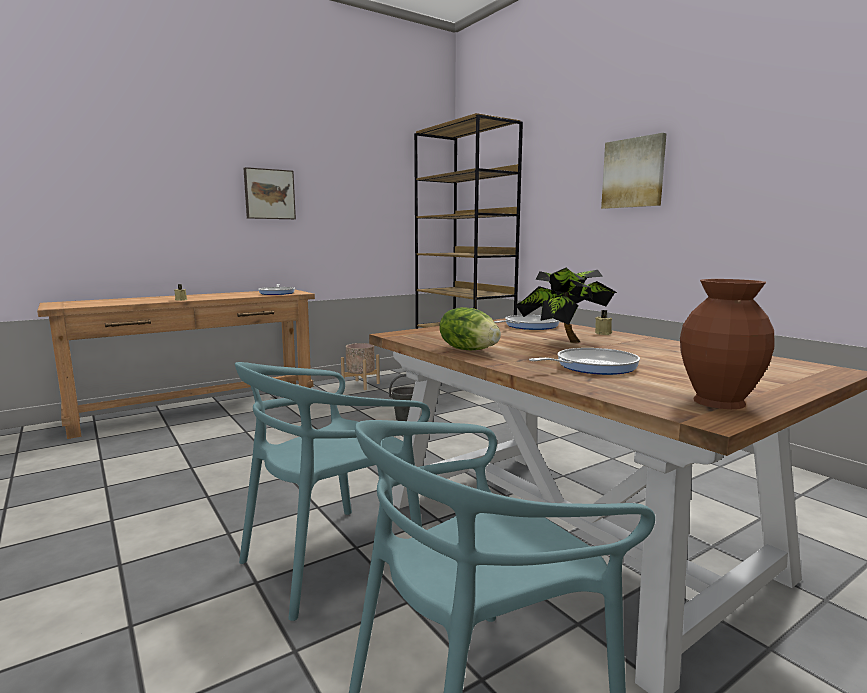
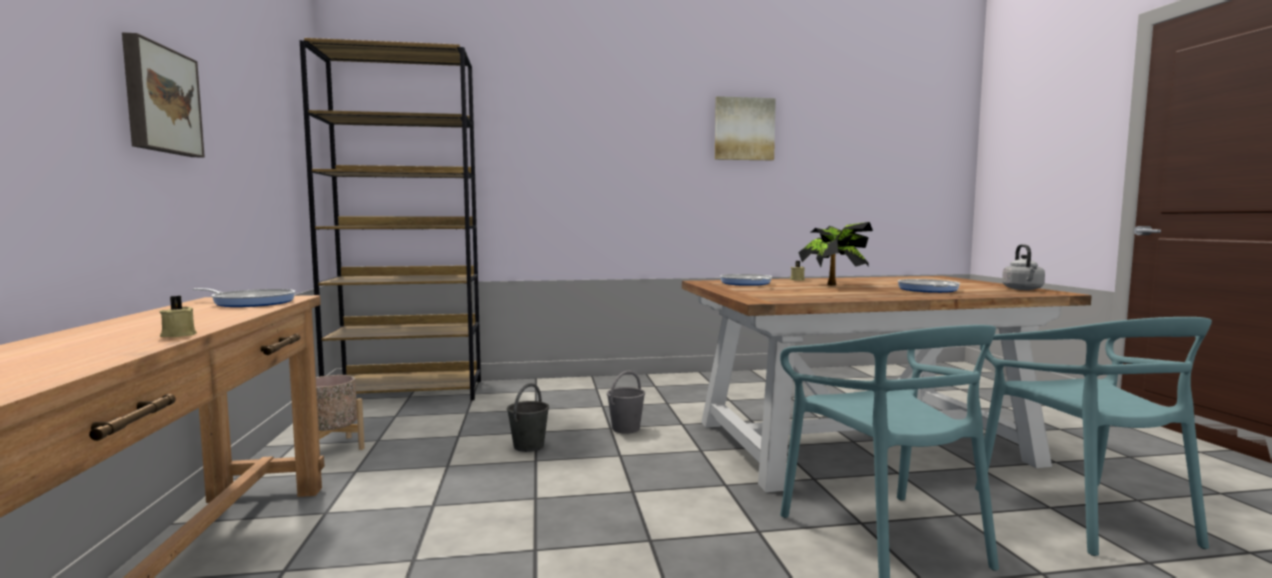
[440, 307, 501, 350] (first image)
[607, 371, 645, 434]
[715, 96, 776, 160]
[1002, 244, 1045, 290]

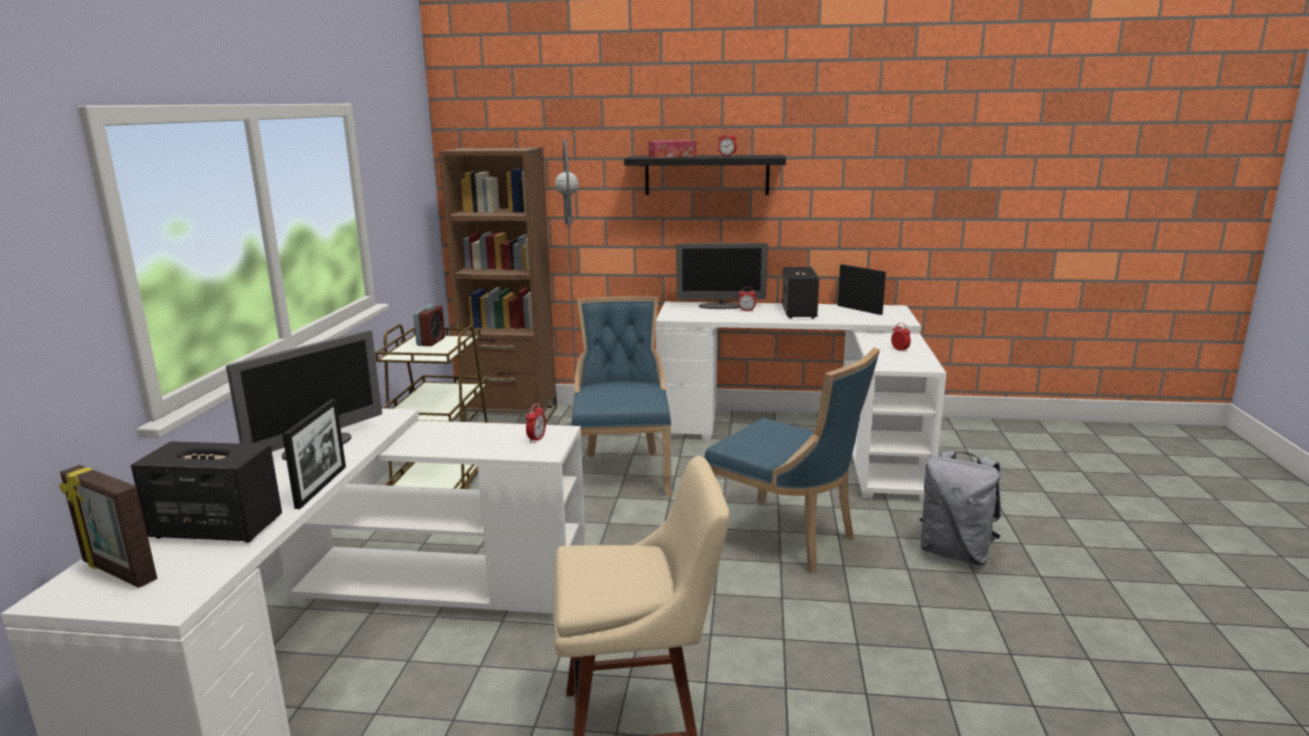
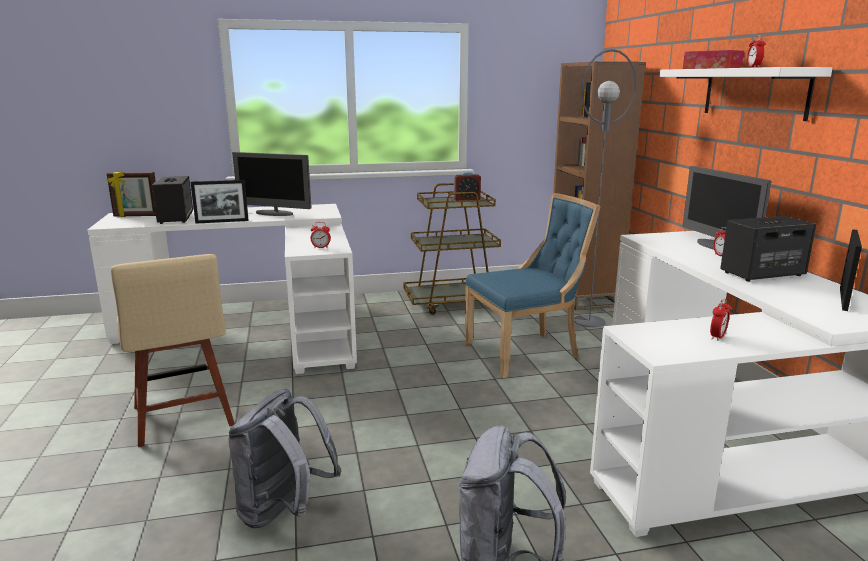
[705, 348, 880, 573] (first image)
[229, 389, 341, 528]
[660, 67, 833, 121]
[107, 171, 156, 217]

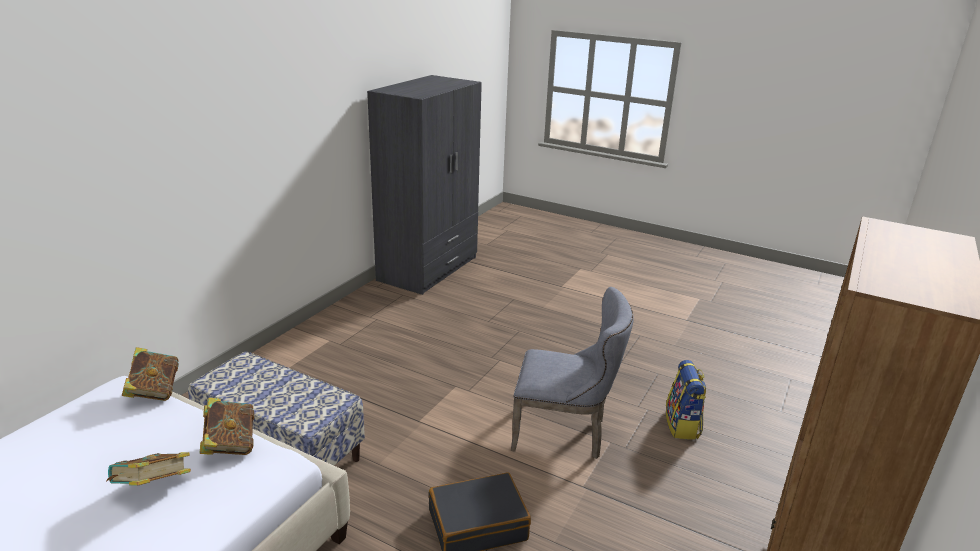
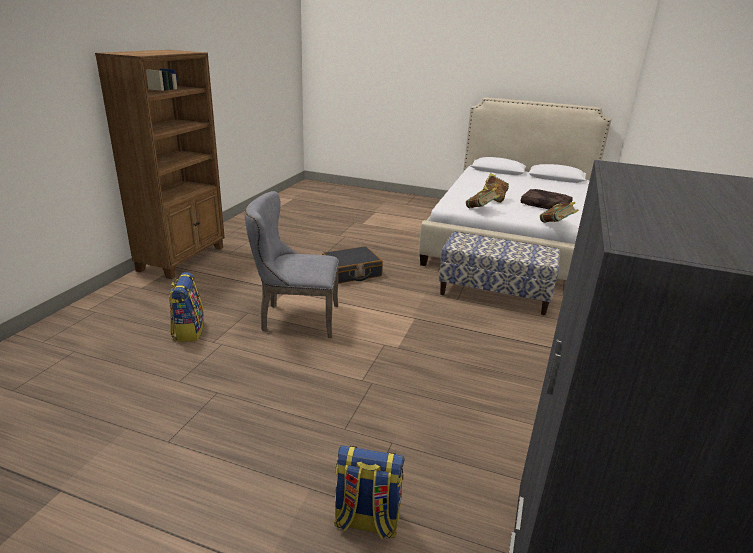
[334, 445, 405, 539]
[521, 189, 573, 209]

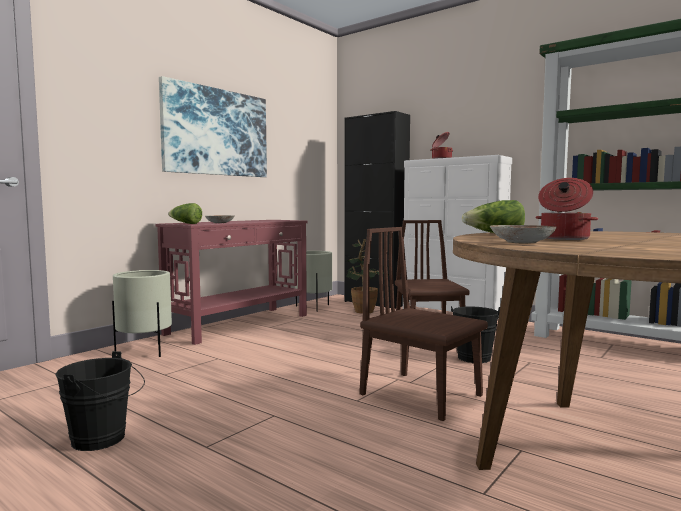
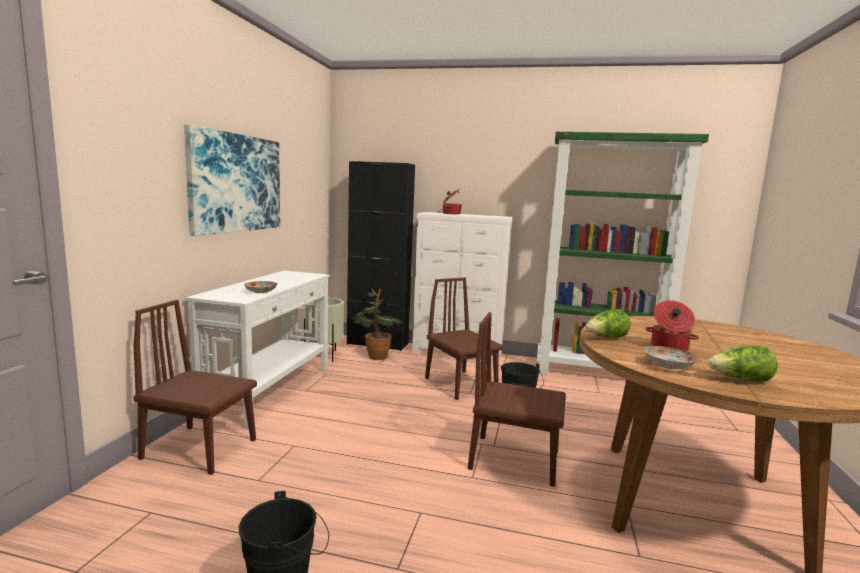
[707, 345, 778, 382]
[133, 300, 257, 475]
[186, 271, 329, 429]

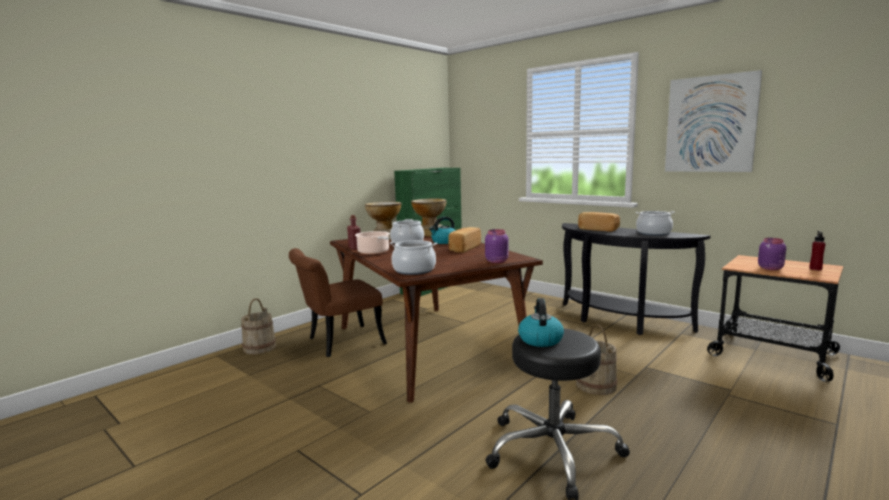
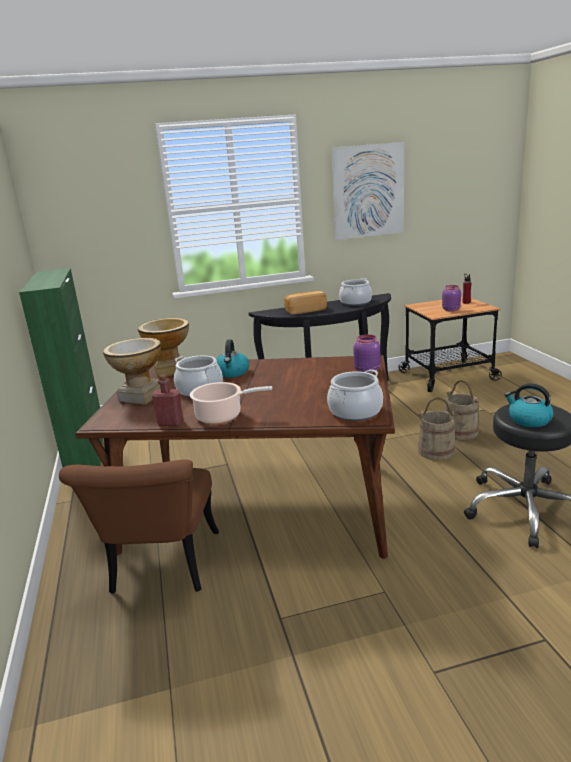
[448, 227, 481, 253] (first image)
[445, 380, 479, 440]

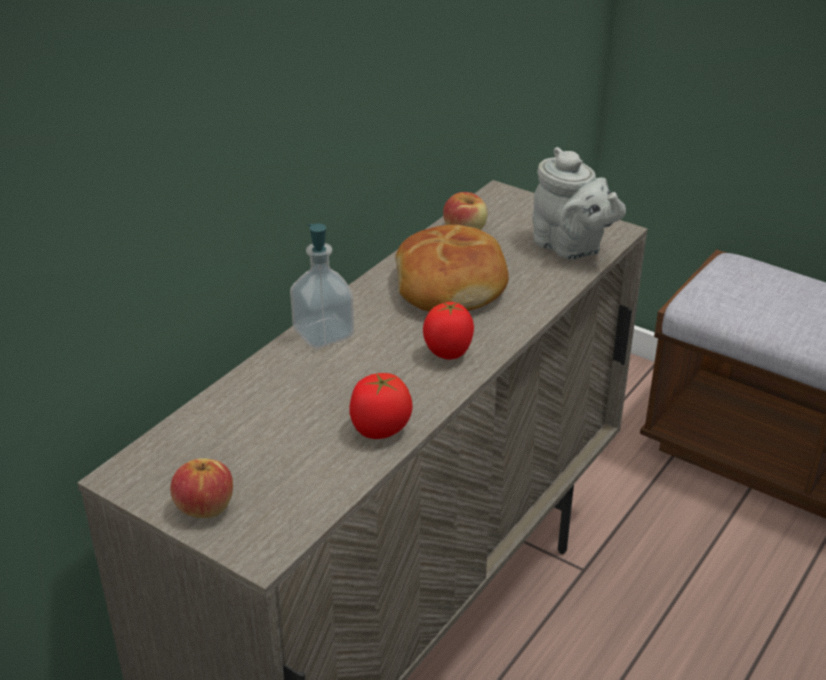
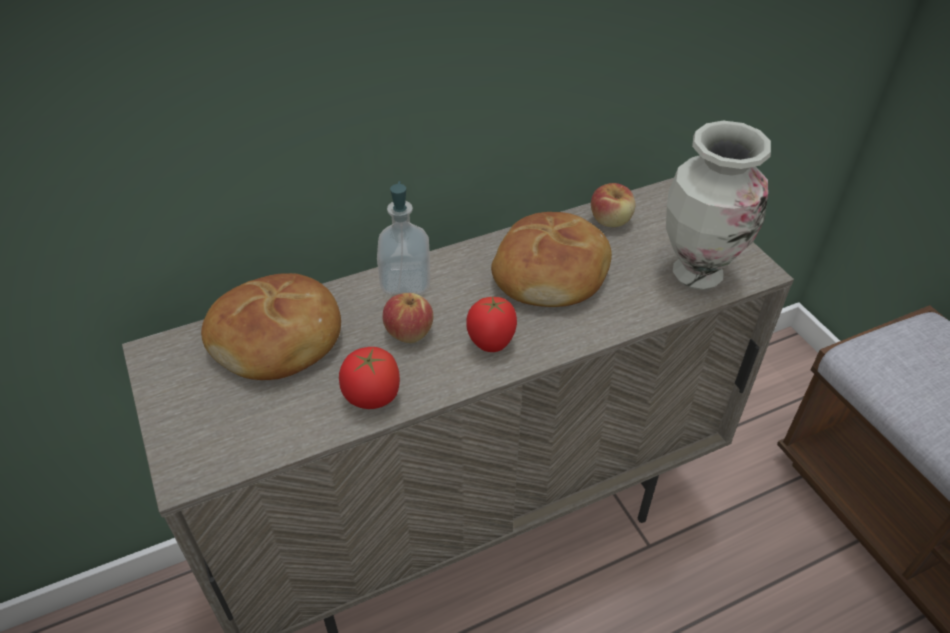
[201, 273, 341, 380]
[382, 293, 434, 343]
[666, 121, 771, 290]

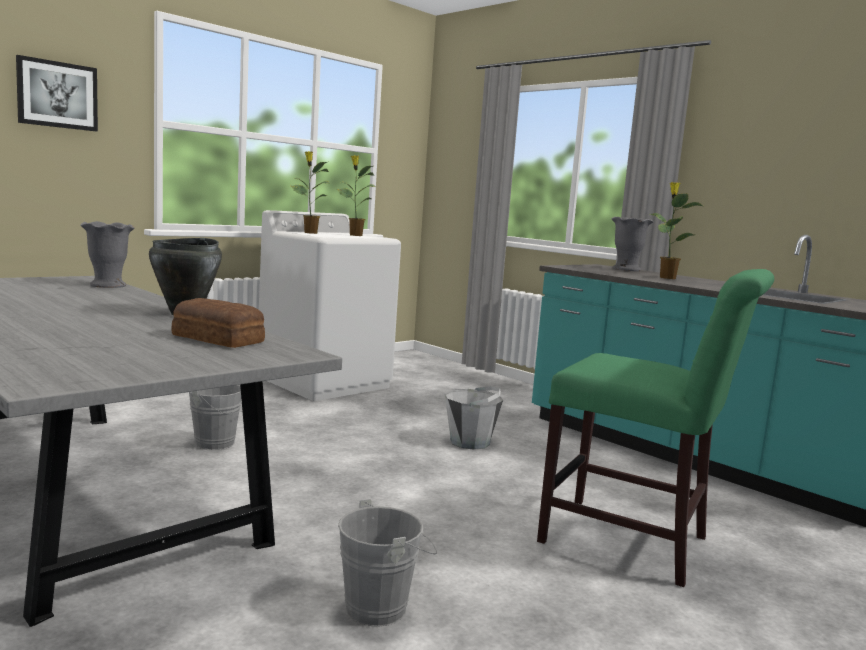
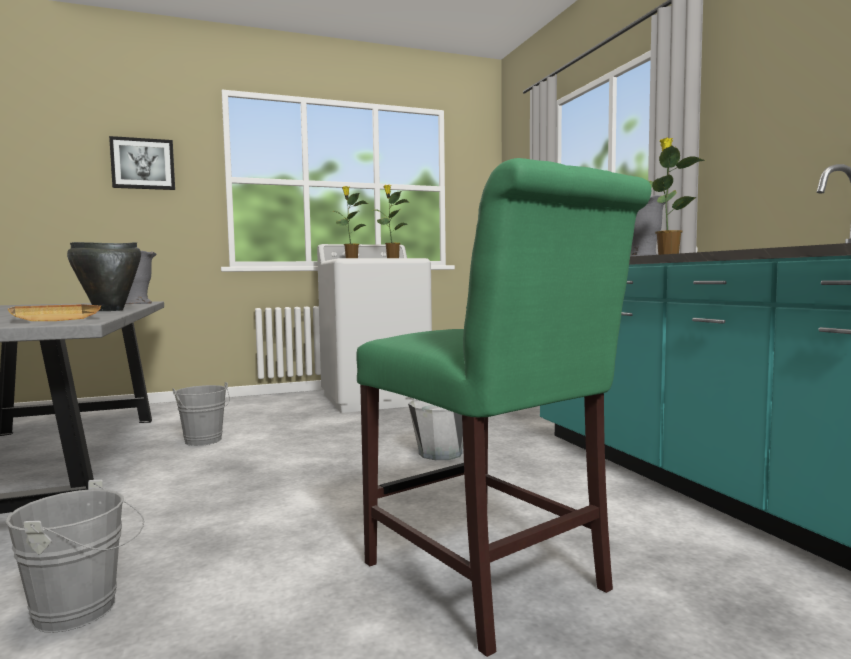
[8, 304, 101, 321]

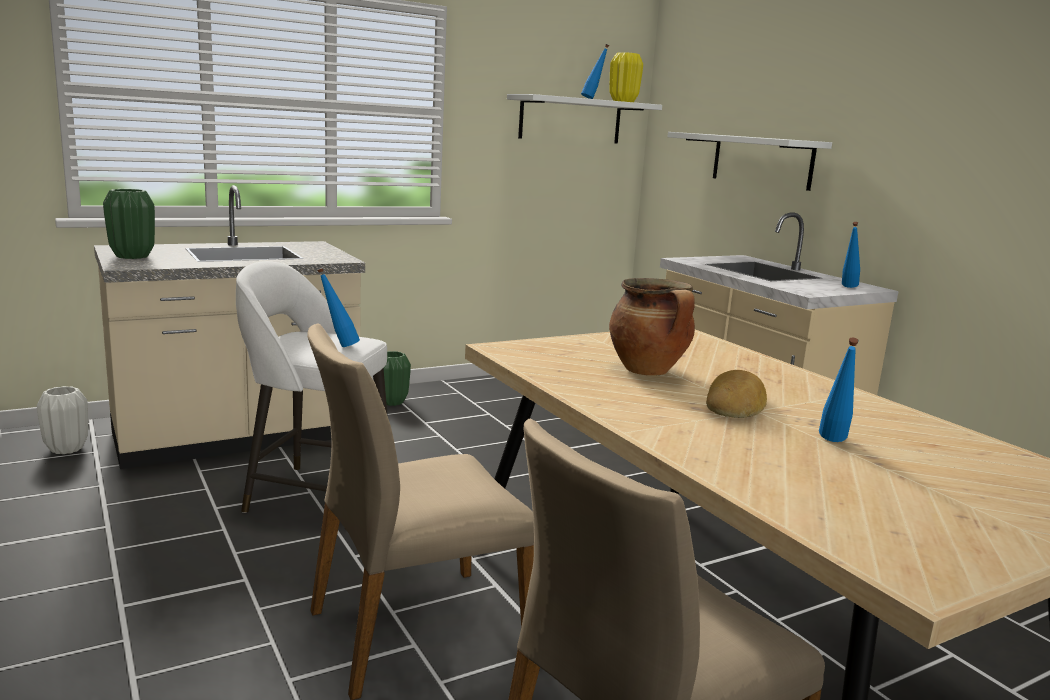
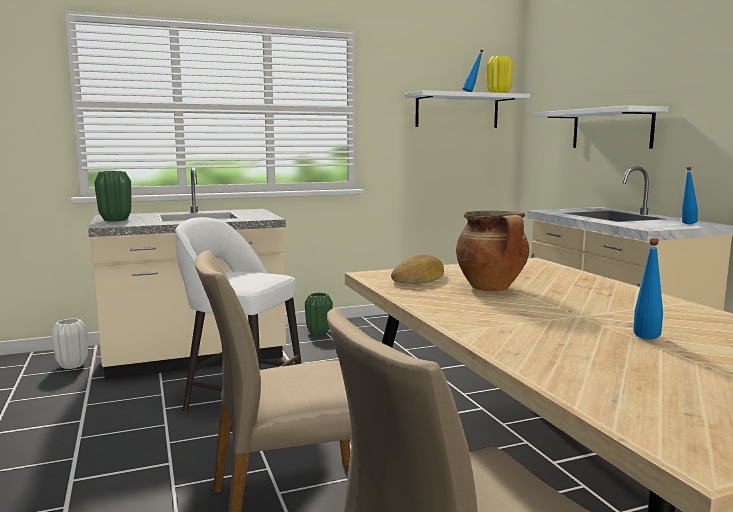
[318, 268, 360, 347] (first image)
[391, 255, 444, 284]

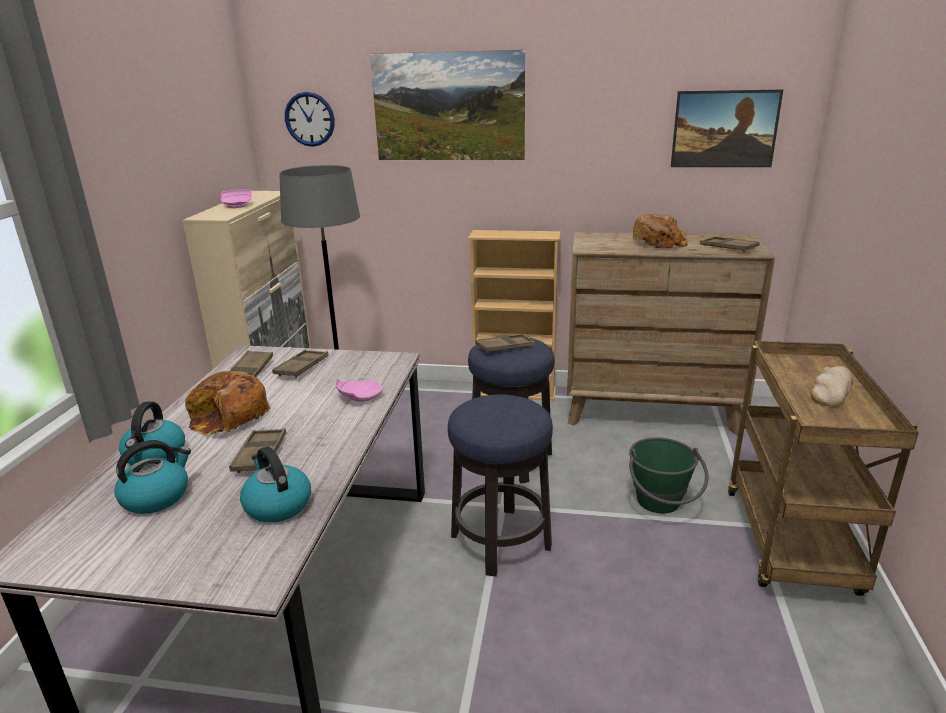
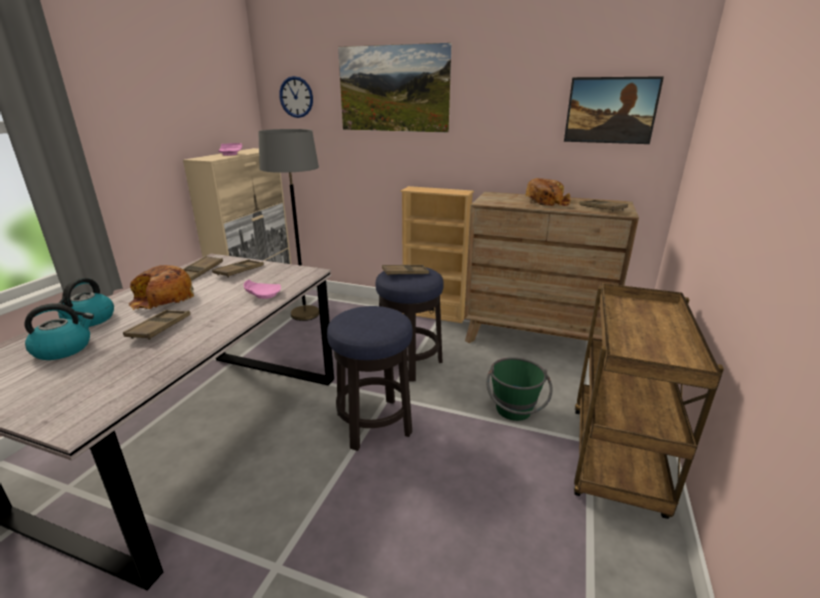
[240, 446, 311, 523] (first image)
[811, 366, 853, 407] (first image)

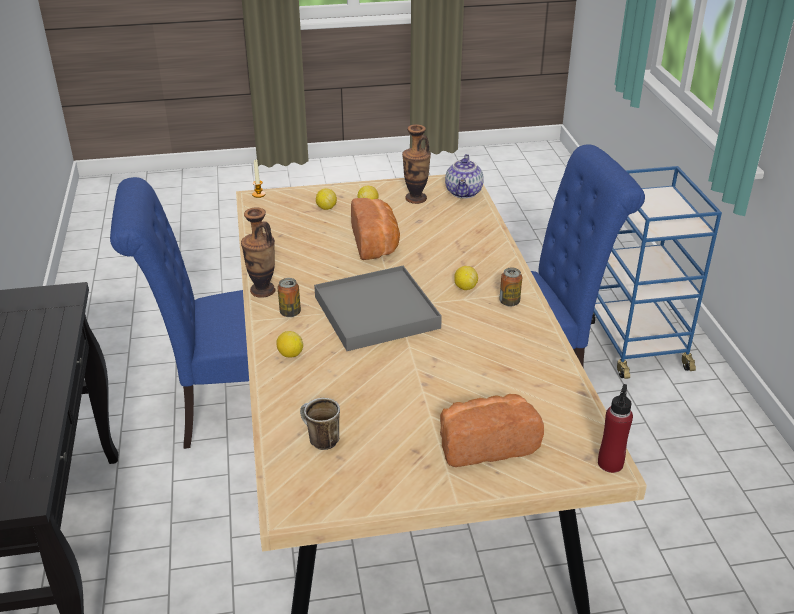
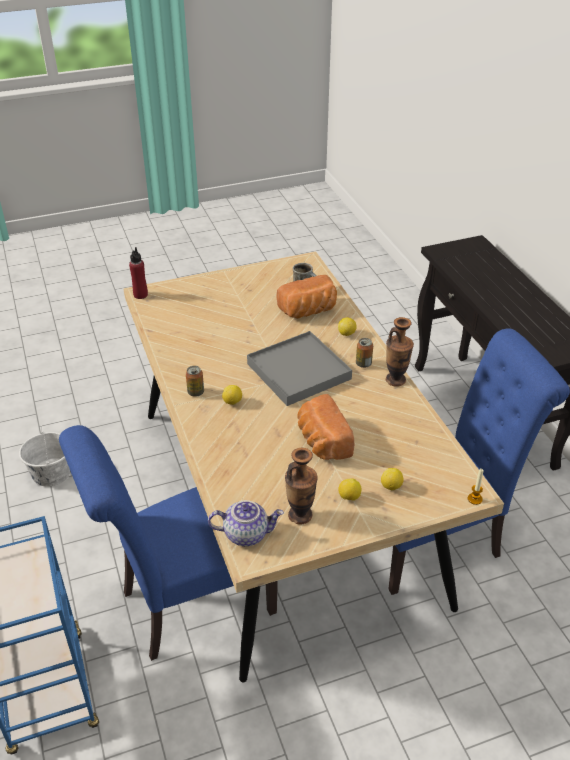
[19, 425, 71, 487]
[276, 275, 337, 319]
[208, 500, 284, 546]

